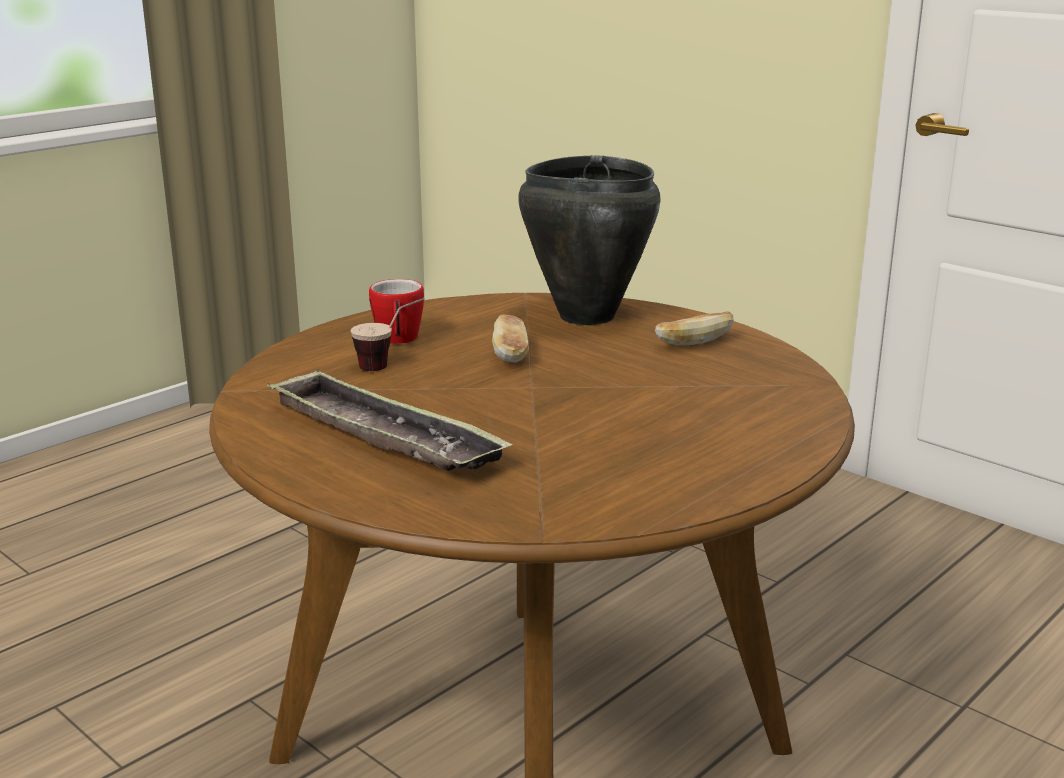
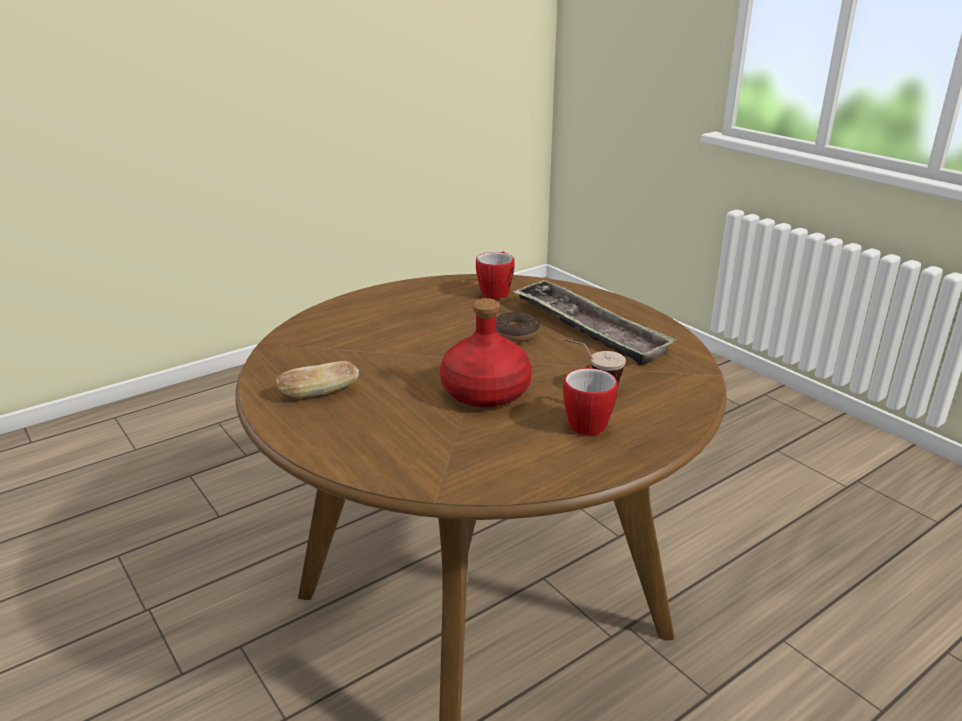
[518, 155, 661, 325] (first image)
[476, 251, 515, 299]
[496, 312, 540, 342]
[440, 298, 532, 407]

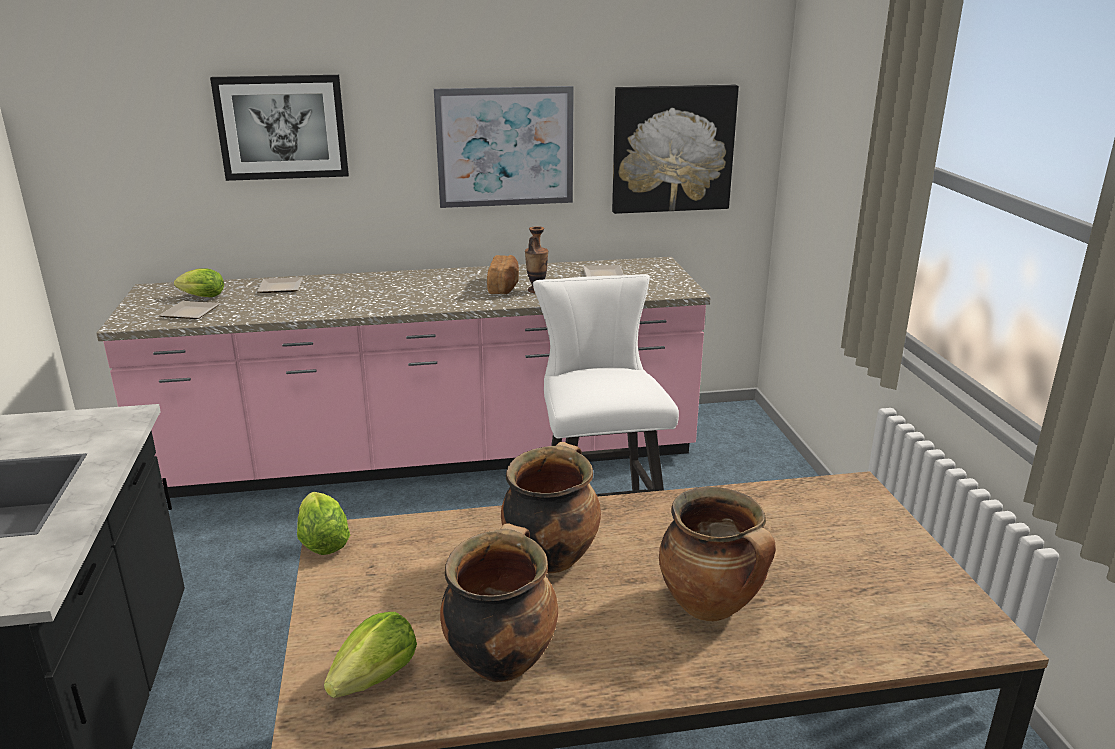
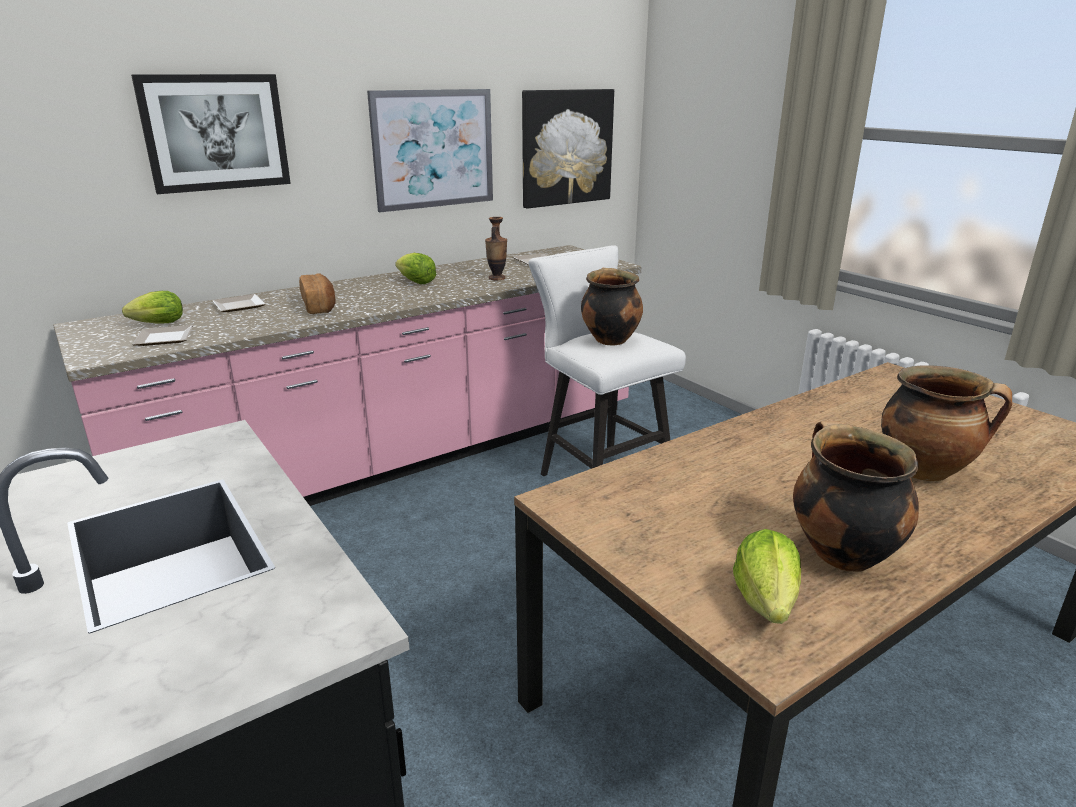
[395, 253, 436, 284]
[299, 273, 336, 314]
[581, 268, 643, 346]

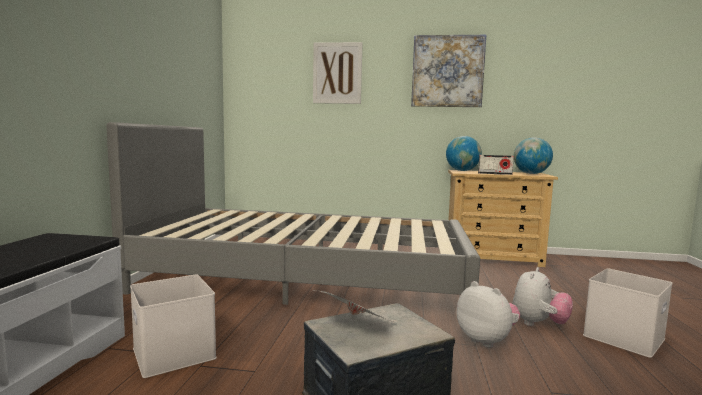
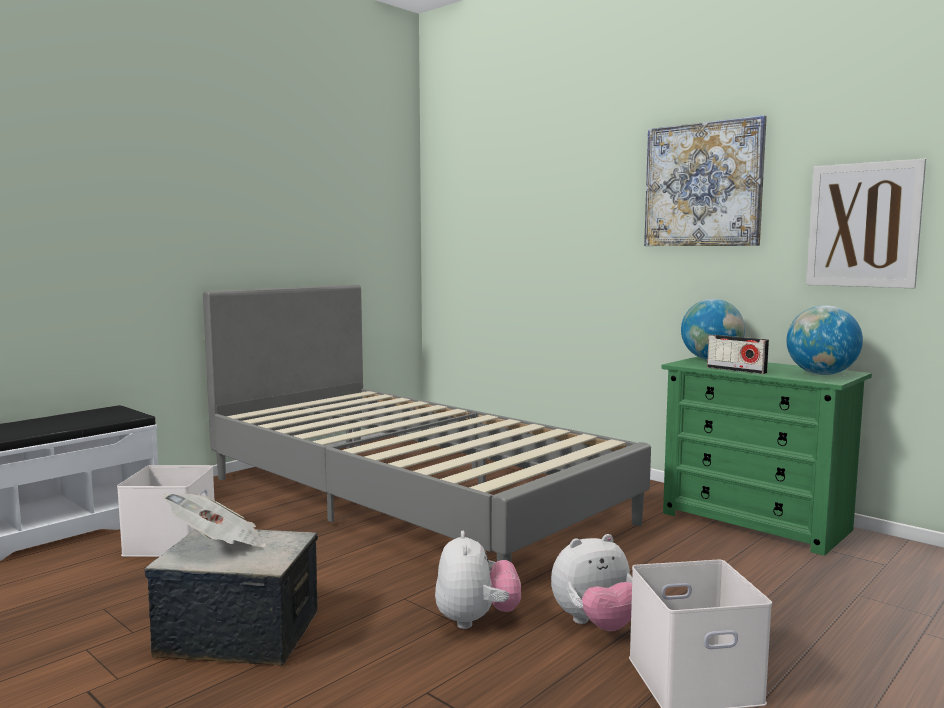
[806, 159, 926, 288]
[662, 356, 872, 556]

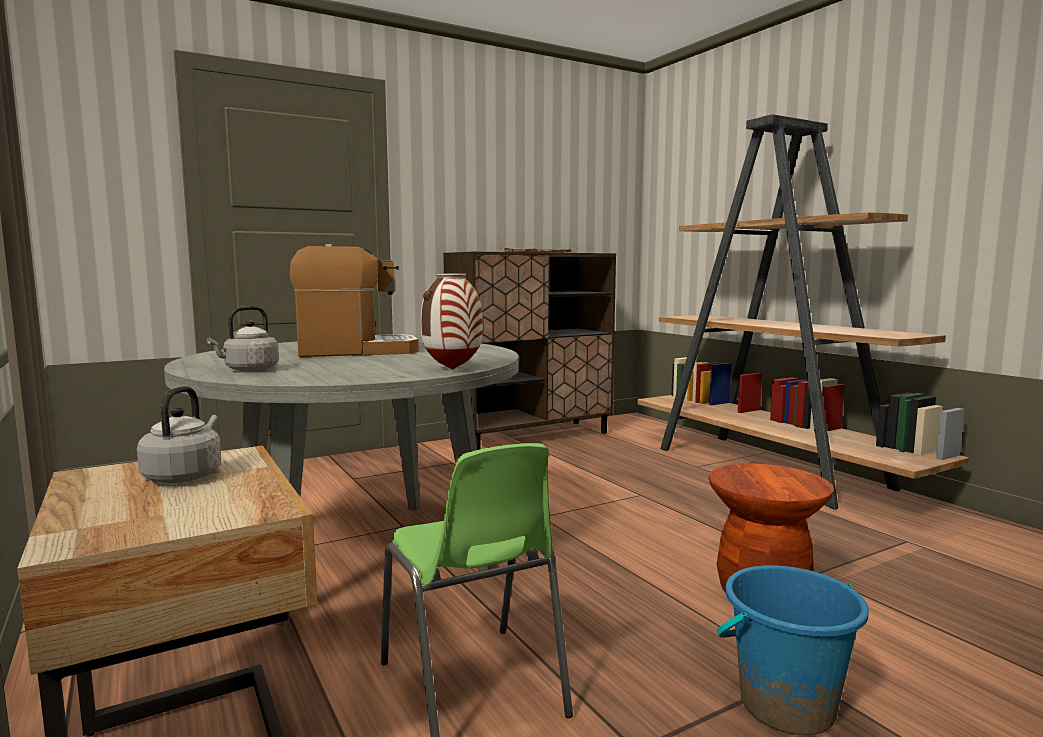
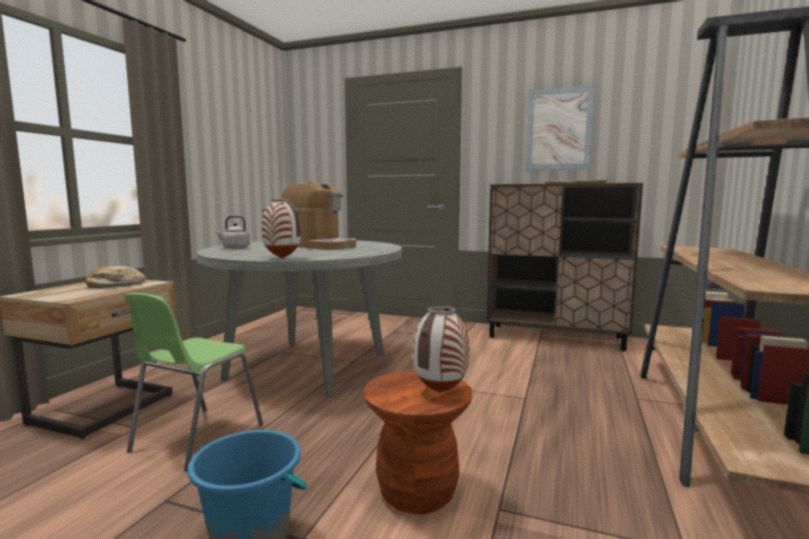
[413, 305, 469, 392]
[525, 85, 595, 171]
[85, 266, 146, 288]

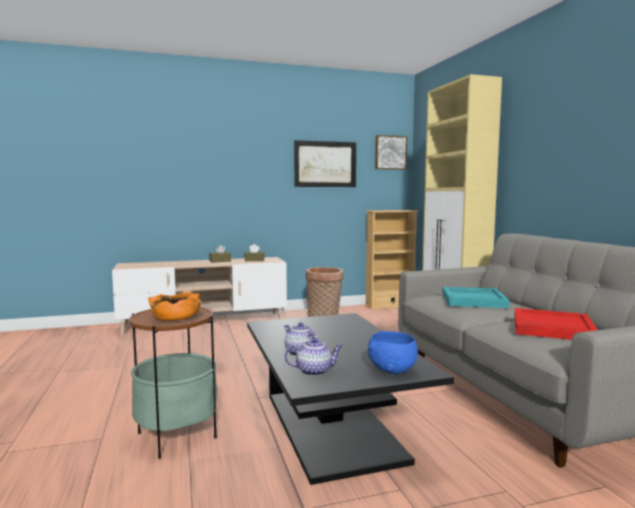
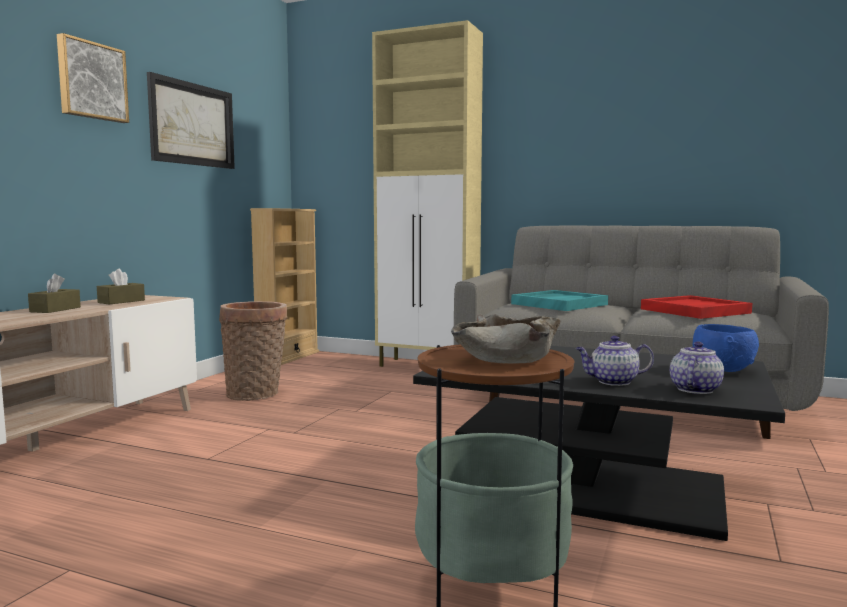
[57, 33, 129, 123]
[451, 314, 561, 364]

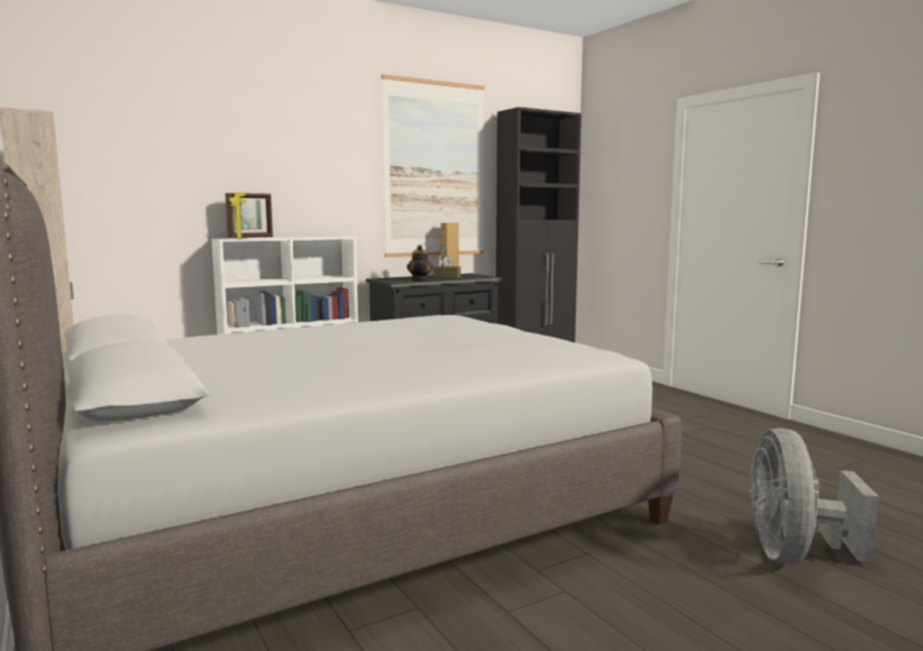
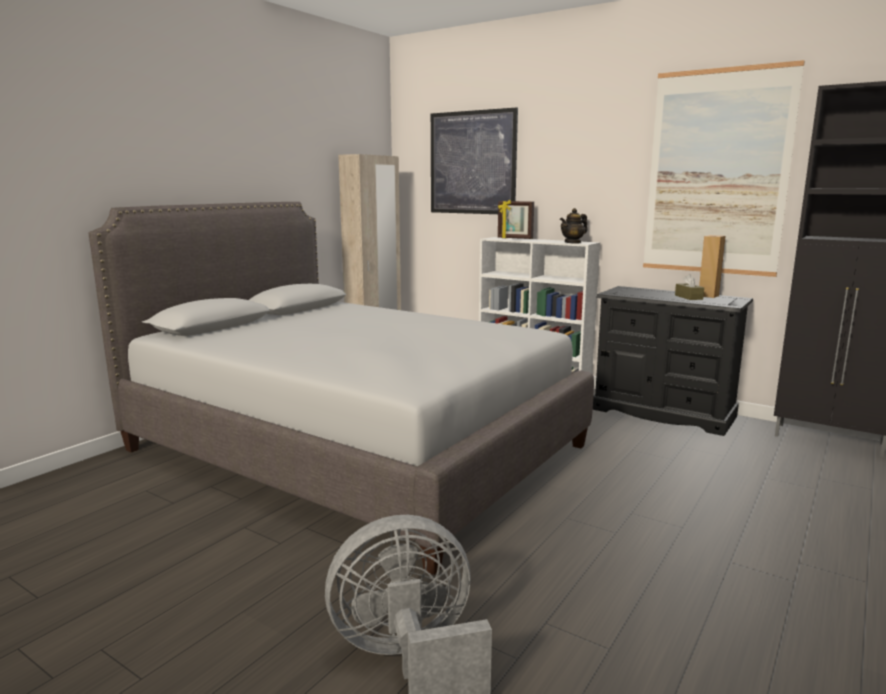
[431, 107, 518, 214]
[560, 208, 588, 244]

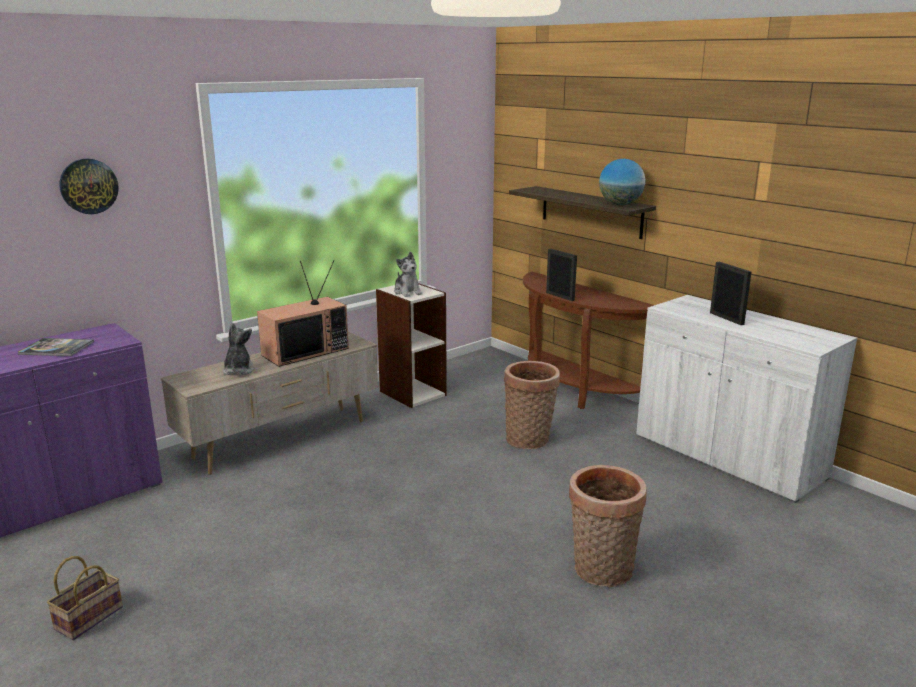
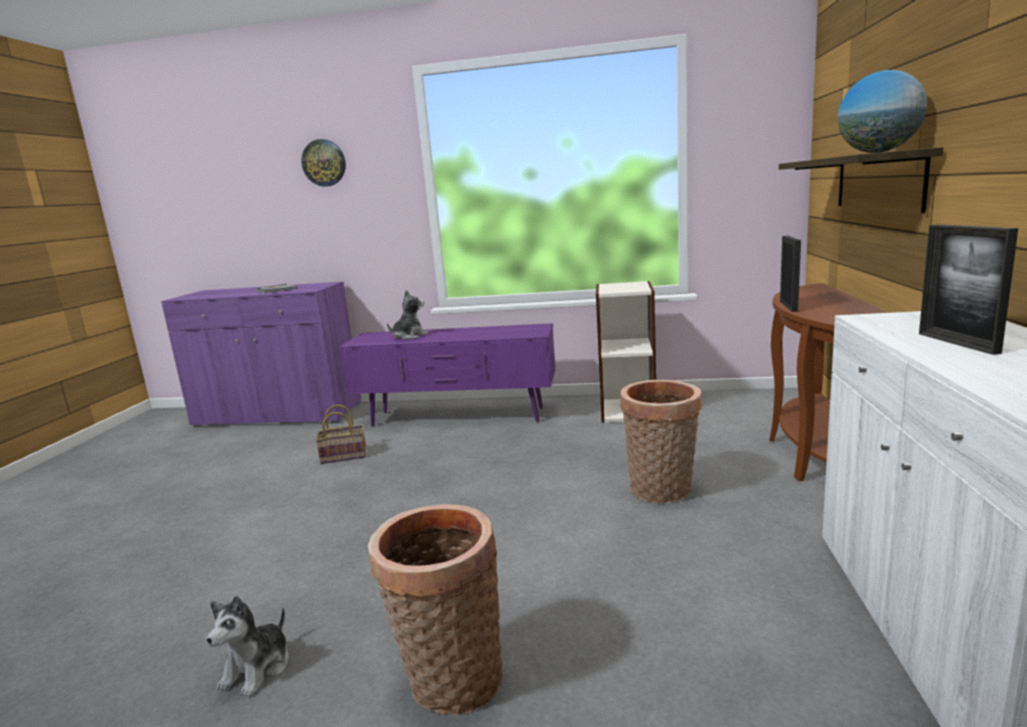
[257, 260, 349, 367] (first image)
[315, 405, 366, 464]
[206, 596, 289, 697]
[340, 323, 555, 426]
[919, 224, 1018, 355]

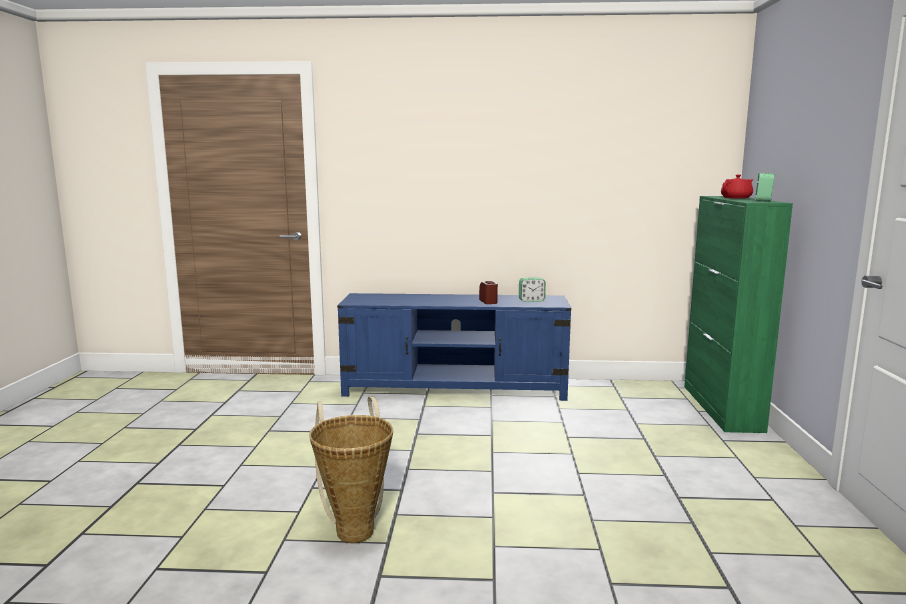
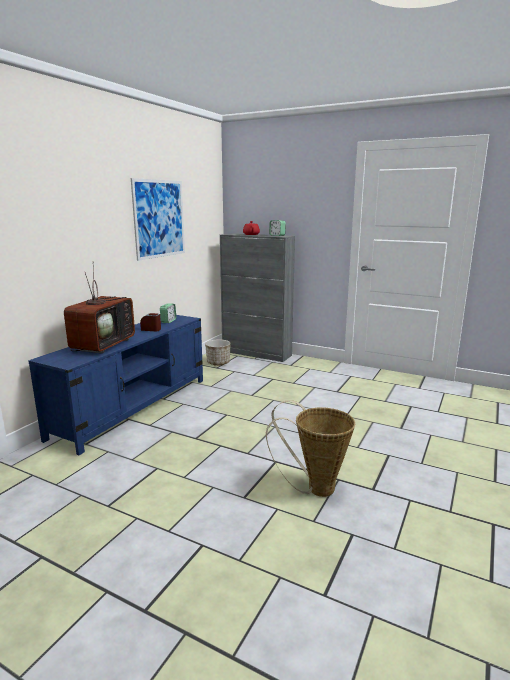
[64, 261, 135, 354]
[131, 178, 185, 261]
[205, 339, 231, 366]
[220, 233, 295, 362]

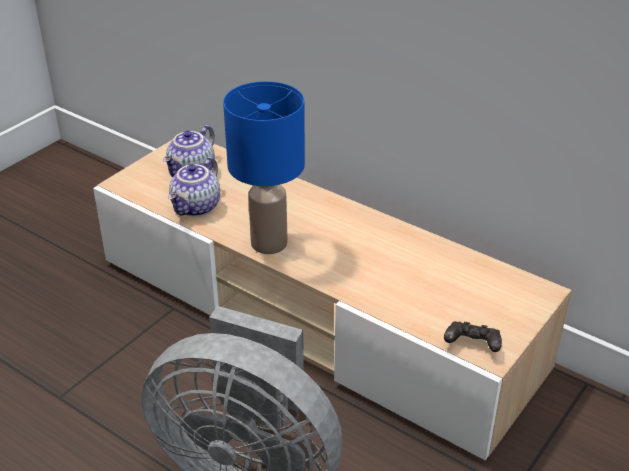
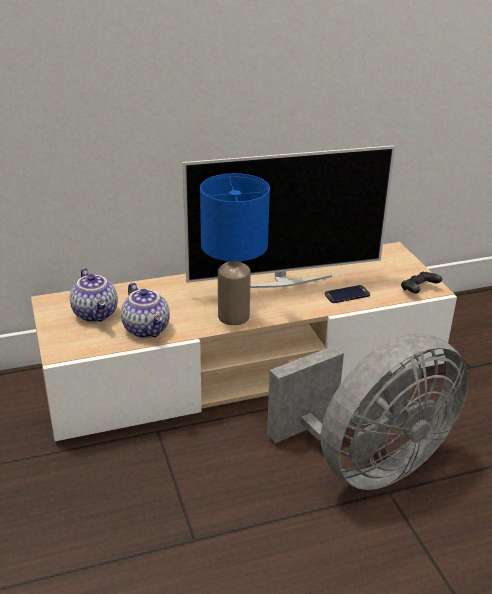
[183, 145, 395, 288]
[325, 285, 370, 303]

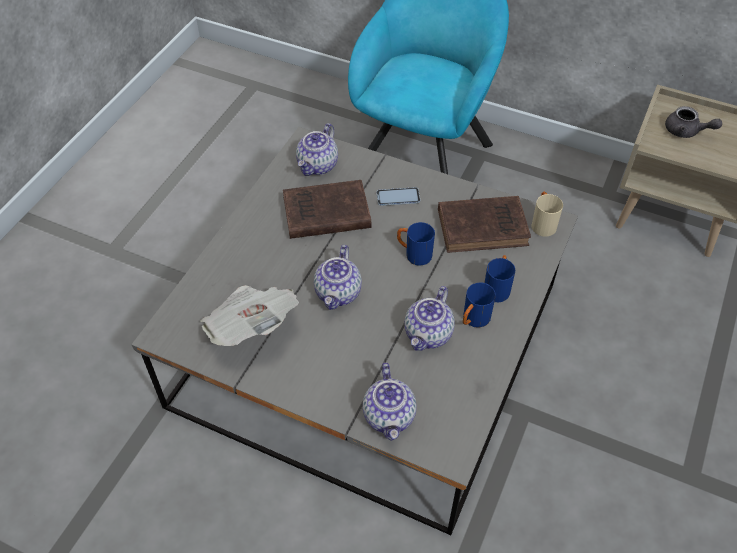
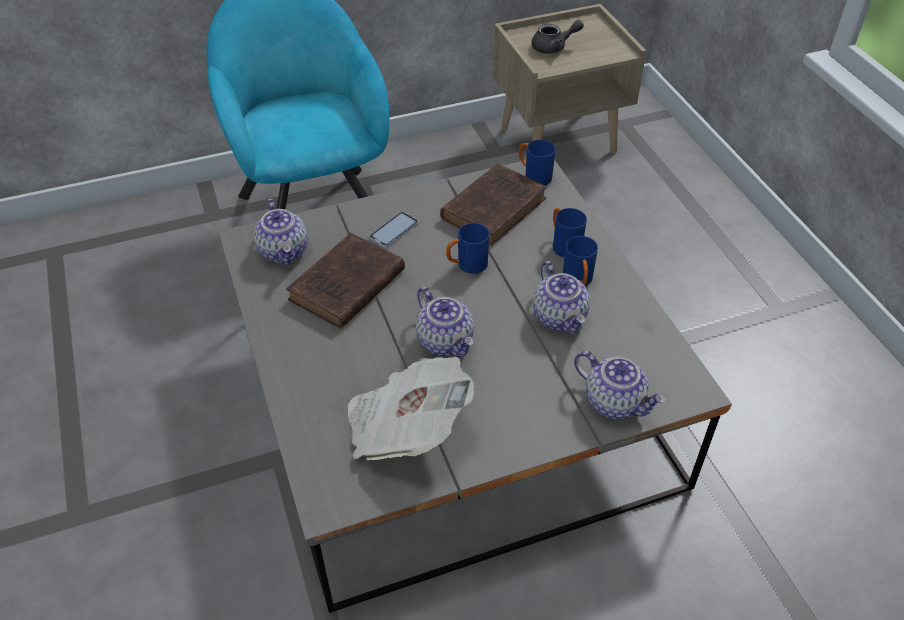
[519, 140, 556, 186]

